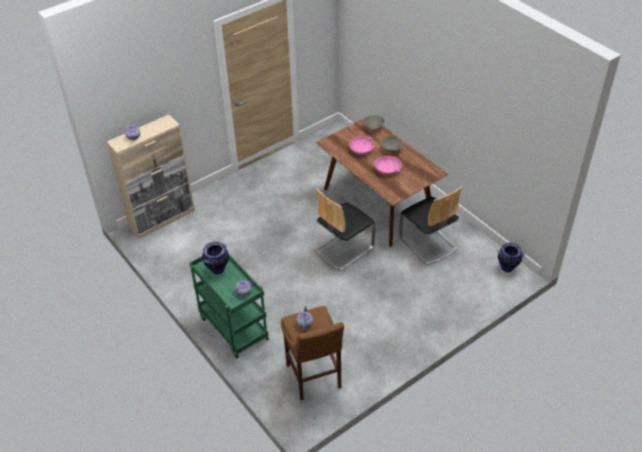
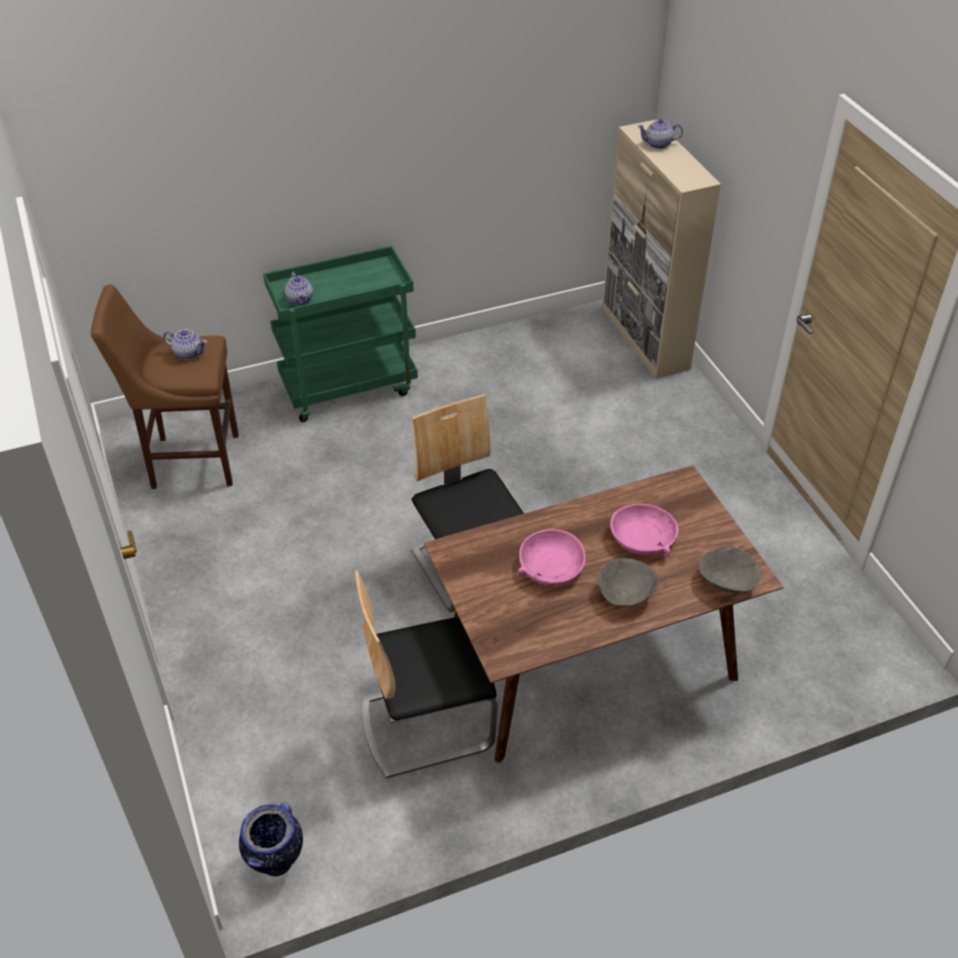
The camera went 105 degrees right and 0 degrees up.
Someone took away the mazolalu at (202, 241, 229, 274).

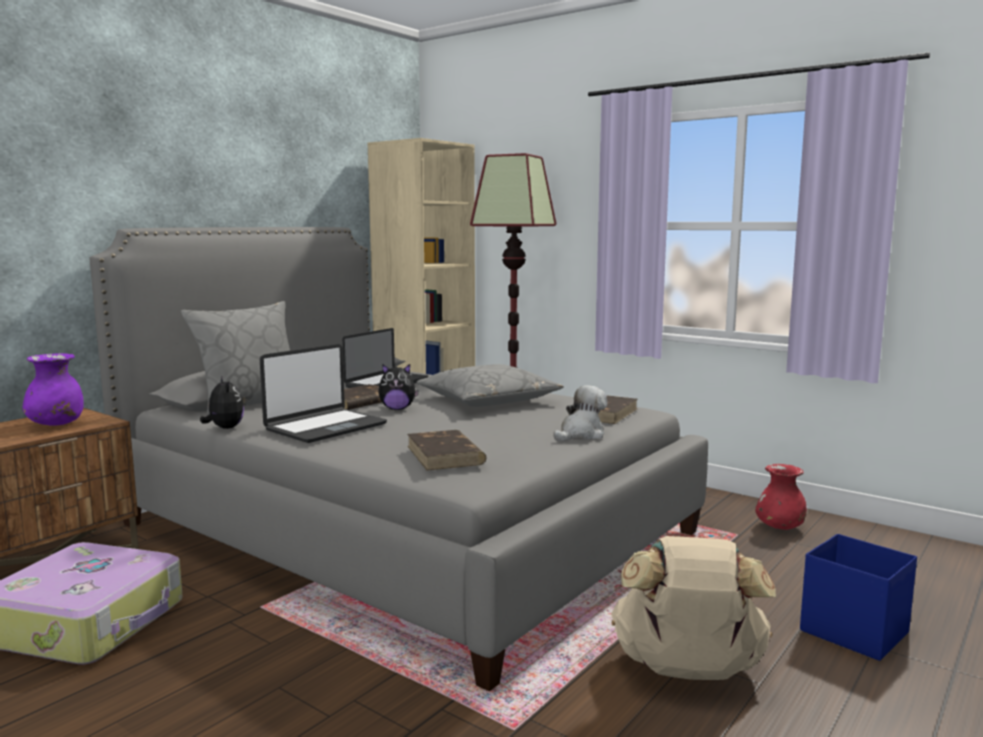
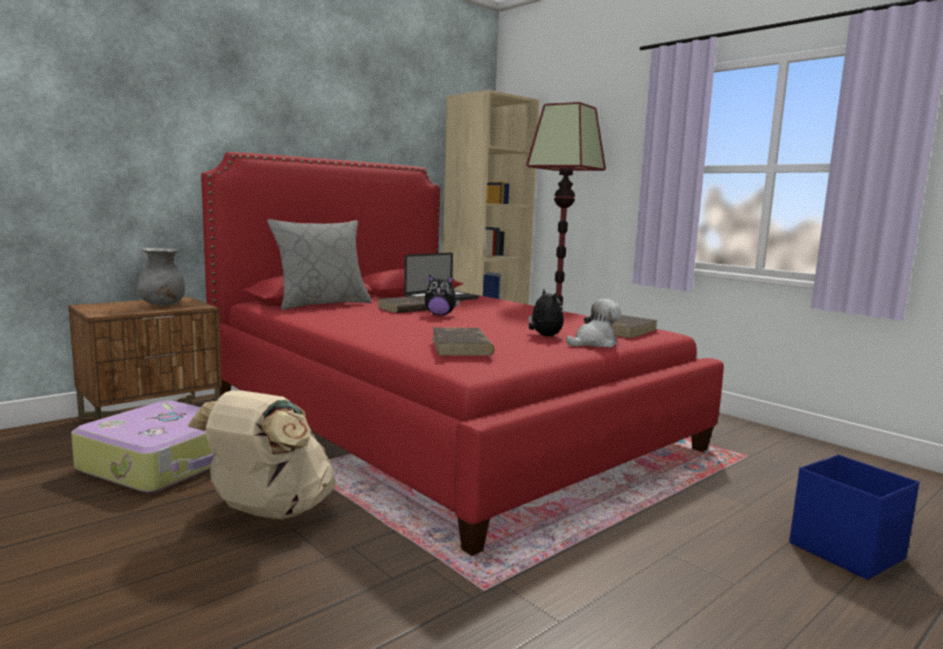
The camera went 10 degrees right and 0 degrees up.
Someone repainted the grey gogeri at (90, 227, 708, 692), which became the red gogeri at (201, 152, 724, 556).
Someone took away the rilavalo at (260, 344, 387, 443).
Someone repainted the purple mazolalu at (23, 353, 84, 426), which became the grey mazolalu at (137, 248, 185, 306).
Someone took away the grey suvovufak at (417, 364, 564, 407).
Someone carried the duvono from (200, 377, 244, 429) to (528, 289, 564, 336).
Someone took away the red mazolalu at (755, 464, 807, 530).
Someone carried the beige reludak from (611, 536, 776, 680) to (187, 390, 336, 519).

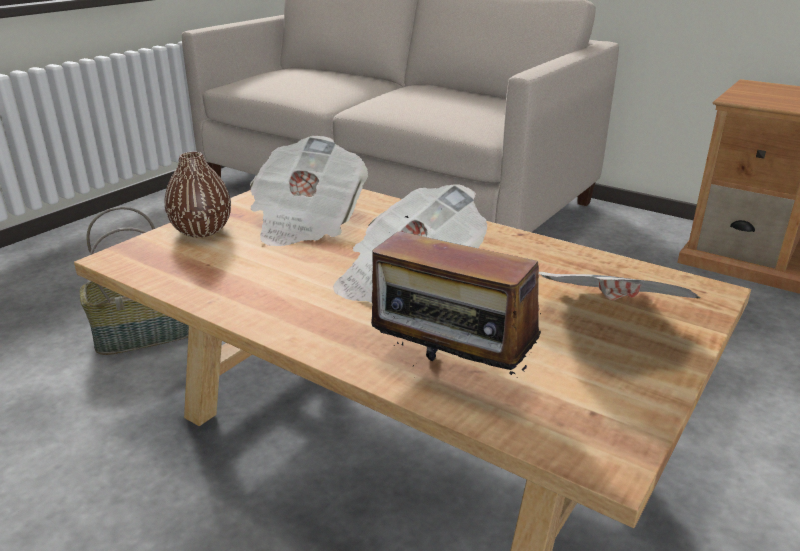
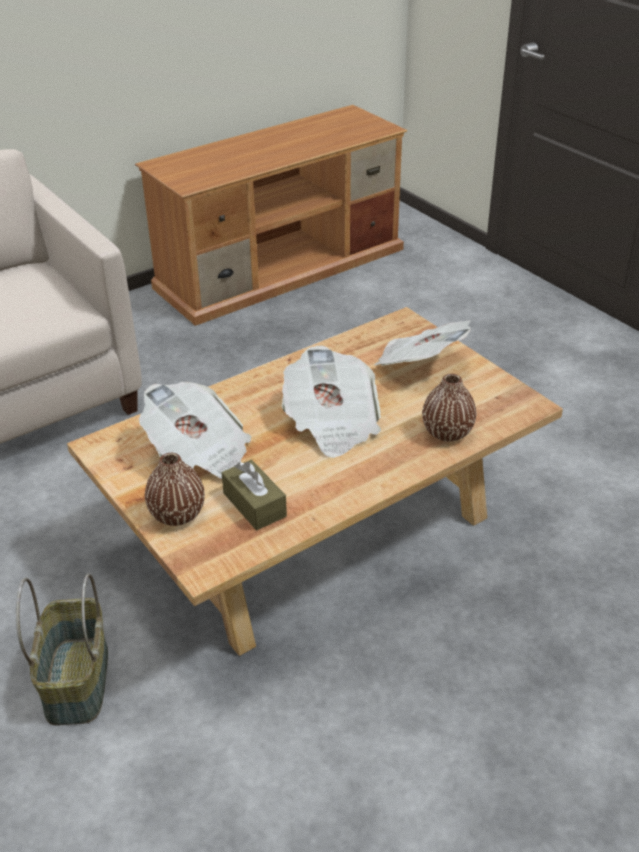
The camera went 70 degrees left and 10 degrees up.
Someone swapped the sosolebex at (371, 208, 541, 375) for the brown mazolalu at (422, 374, 476, 442).
Someone put down the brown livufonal at (222, 460, 287, 530).

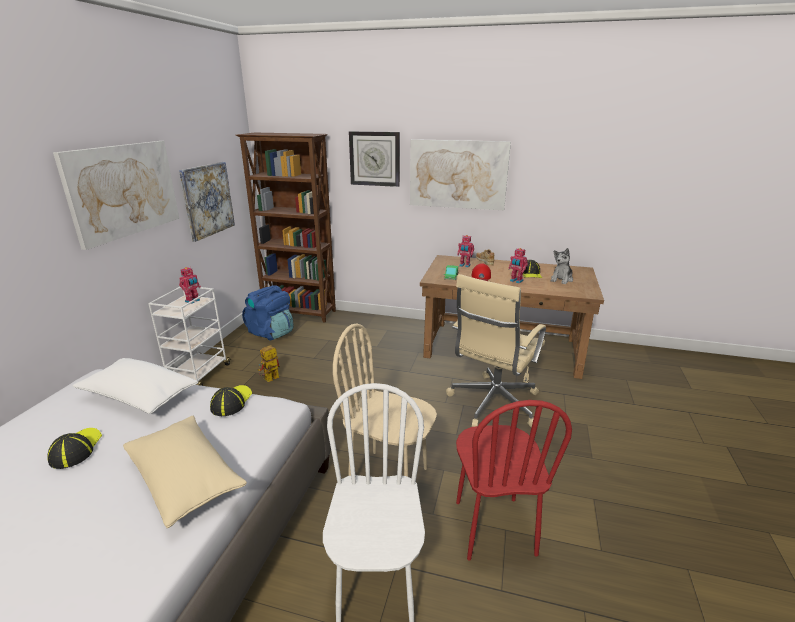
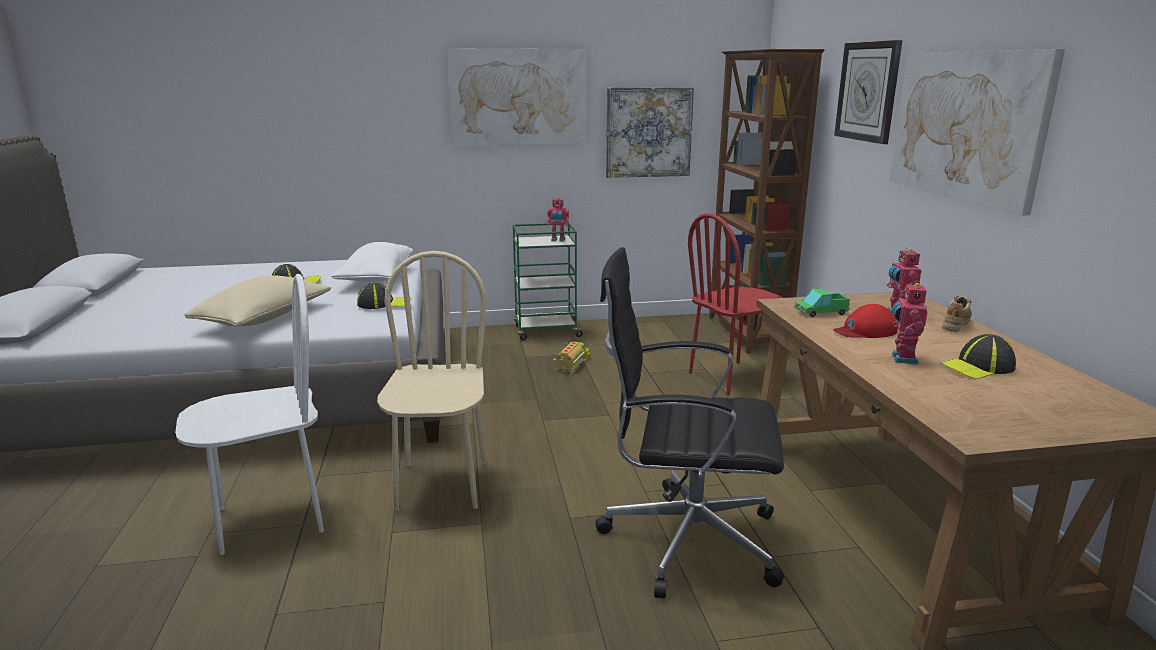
The camera went 65 degrees right and 5 degrees down.
Someone took away the duvono at (551, 248, 573, 284).
Someone repainted the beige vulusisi at (446, 274, 546, 427), which became the black vulusisi at (595, 247, 784, 598).
Someone took away the blue reludak at (242, 285, 294, 340).
Someone repainted the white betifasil at (148, 287, 231, 386), which became the green betifasil at (513, 223, 586, 340).
Someone swapped the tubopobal at (258, 345, 280, 382) for the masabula at (553, 341, 591, 374).
Someone carried the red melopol from (456, 400, 572, 561) to (688, 213, 784, 396).

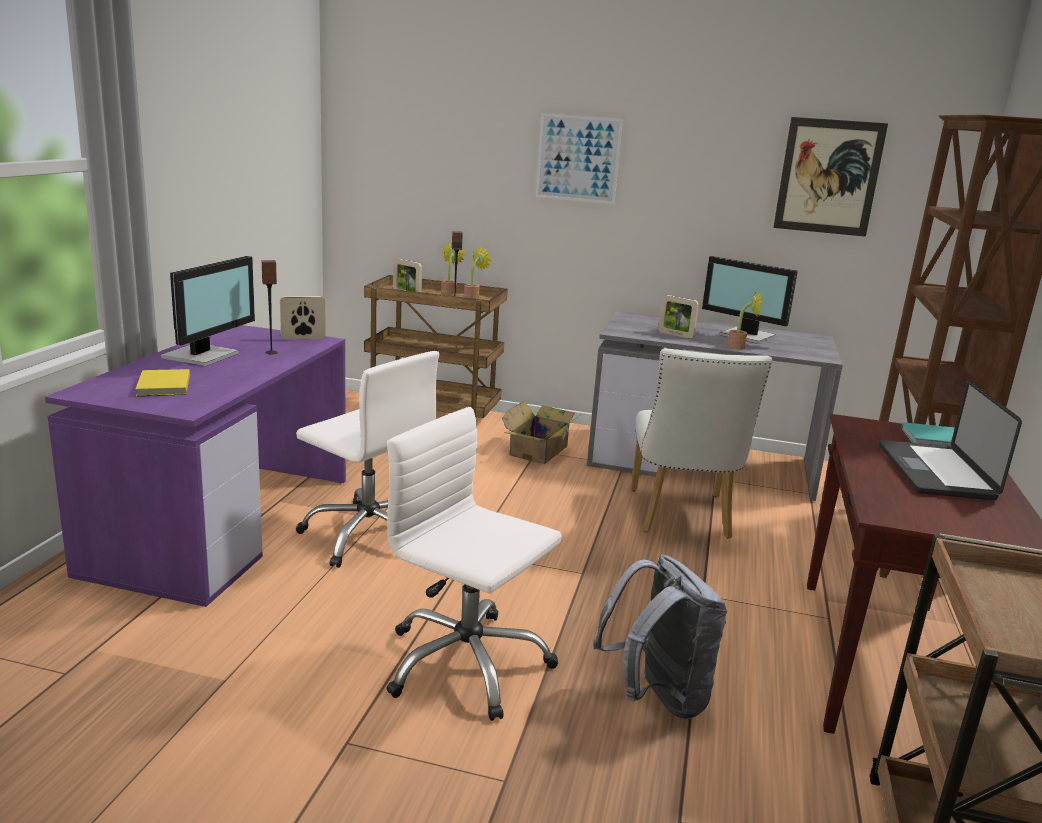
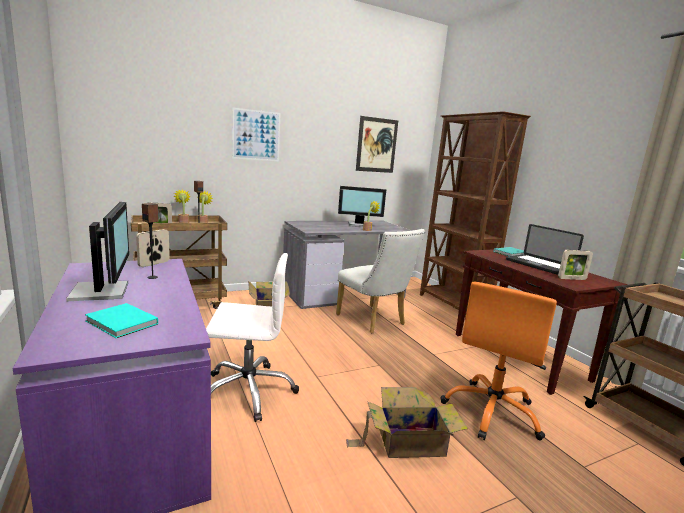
The camera went 40 degrees left and 5 degrees down.
Someone carried the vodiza from (658, 295, 699, 339) to (558, 250, 593, 280).
Someone repainted the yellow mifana at (136, 369, 190, 396), which became the turquoise mifana at (85, 303, 158, 338).
Someone swapped the white vulusisi at (386, 407, 562, 721) for the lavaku at (346, 387, 468, 458).
Someone swapped the grey reludak at (593, 555, 727, 719) for the orange vulusisi at (441, 282, 557, 440).

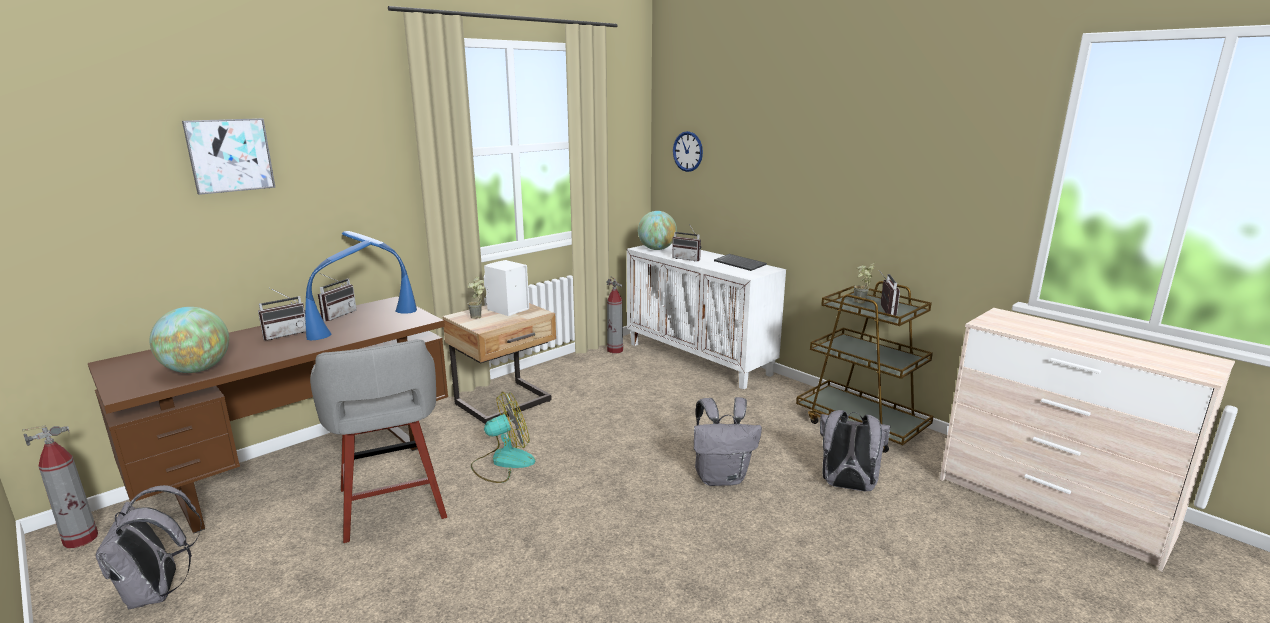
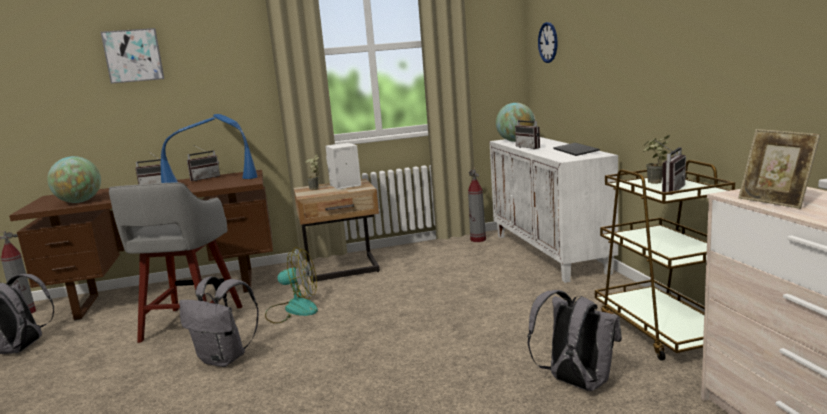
The camera went 30 degrees right and 5 degrees down.
Someone carried the grey reludak from (694, 397, 762, 486) to (179, 277, 259, 367).
Someone put down the vodiza at (738, 129, 821, 209).

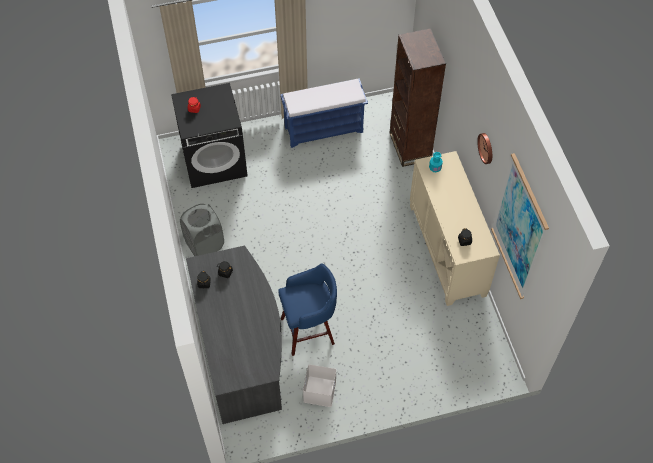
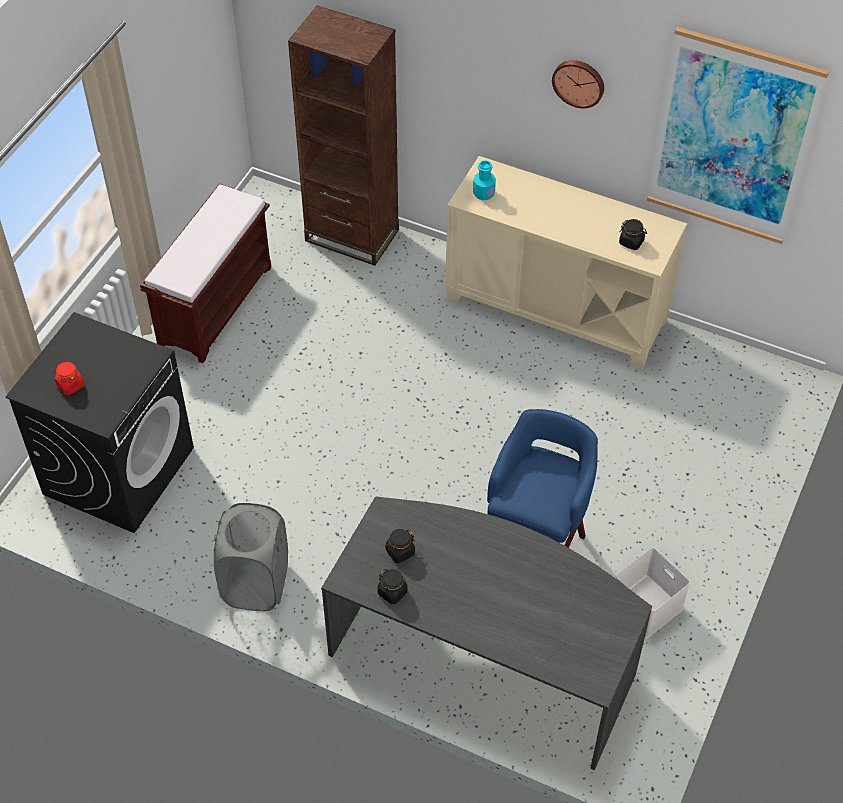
The camera went 50 degrees left and 5 degrees down.
Someone repainted the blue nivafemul at (280, 78, 368, 148), which became the brown nivafemul at (140, 183, 271, 364).

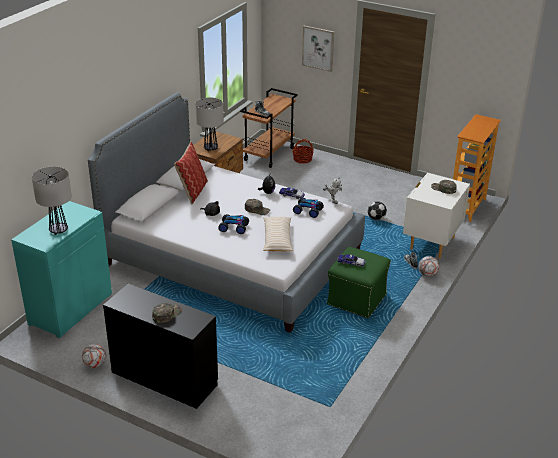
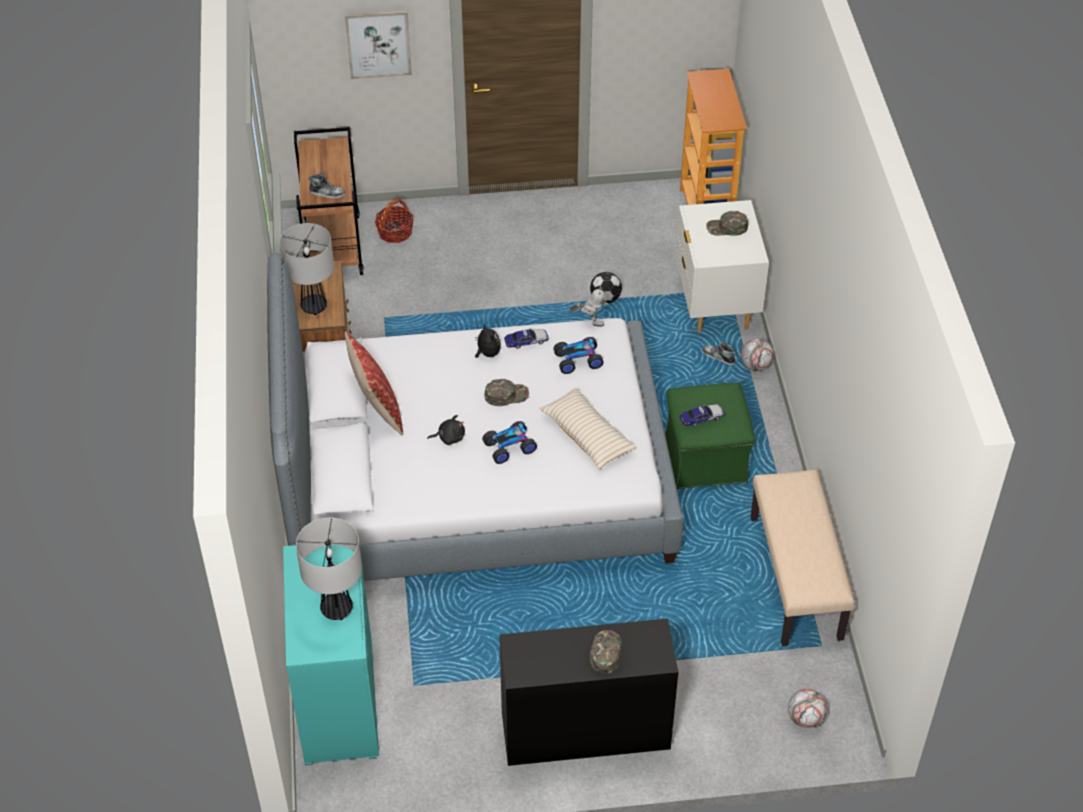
The camera went 35 degrees left and 15 degrees up.
Someone carried the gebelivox from (82, 344, 106, 368) to (788, 689, 827, 728).
Someone put down the beige nivafemul at (751, 469, 855, 646).

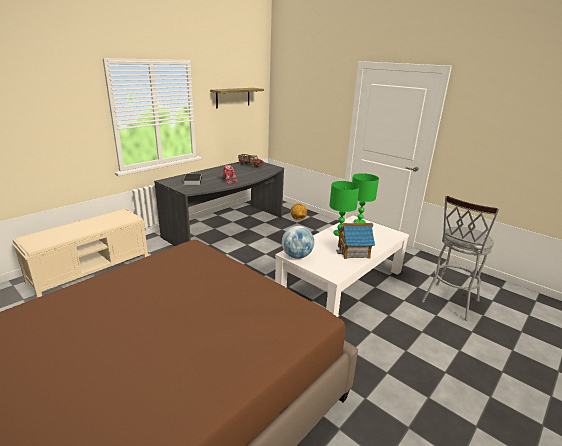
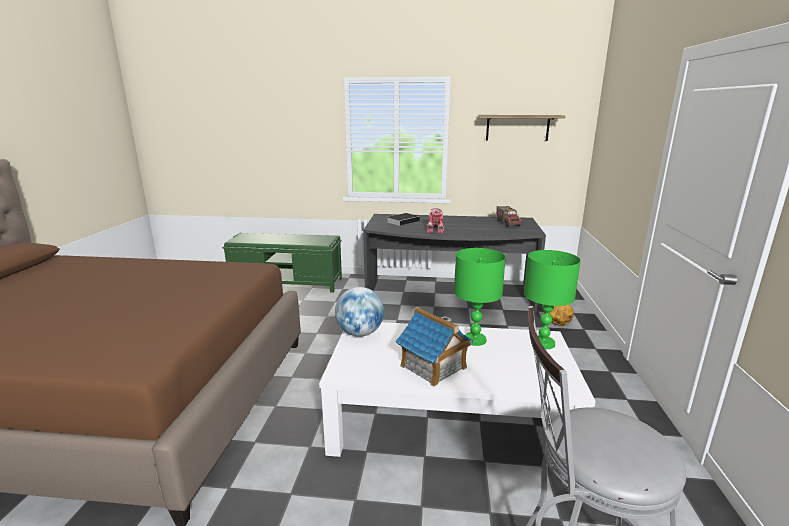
The camera went 55 degrees right and 5 degrees down.
Someone repainted the beige nivafemul at (12, 208, 148, 298), which became the green nivafemul at (222, 233, 342, 293).

